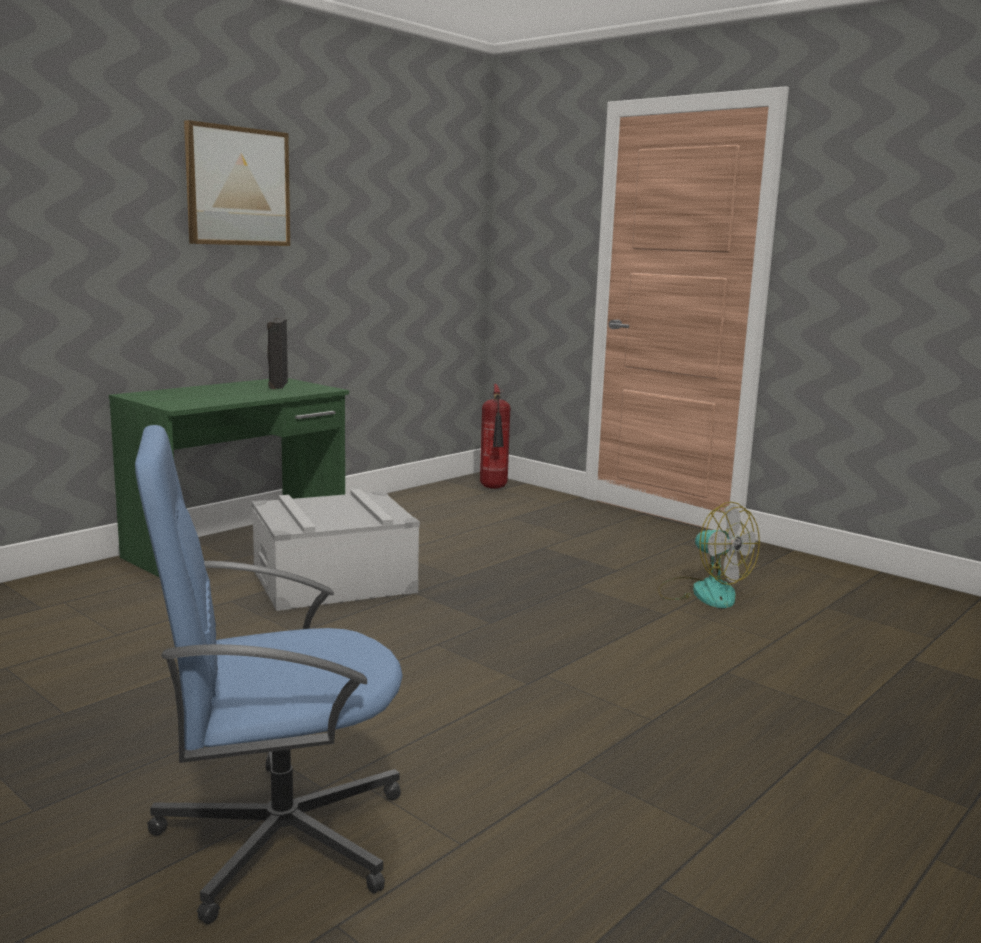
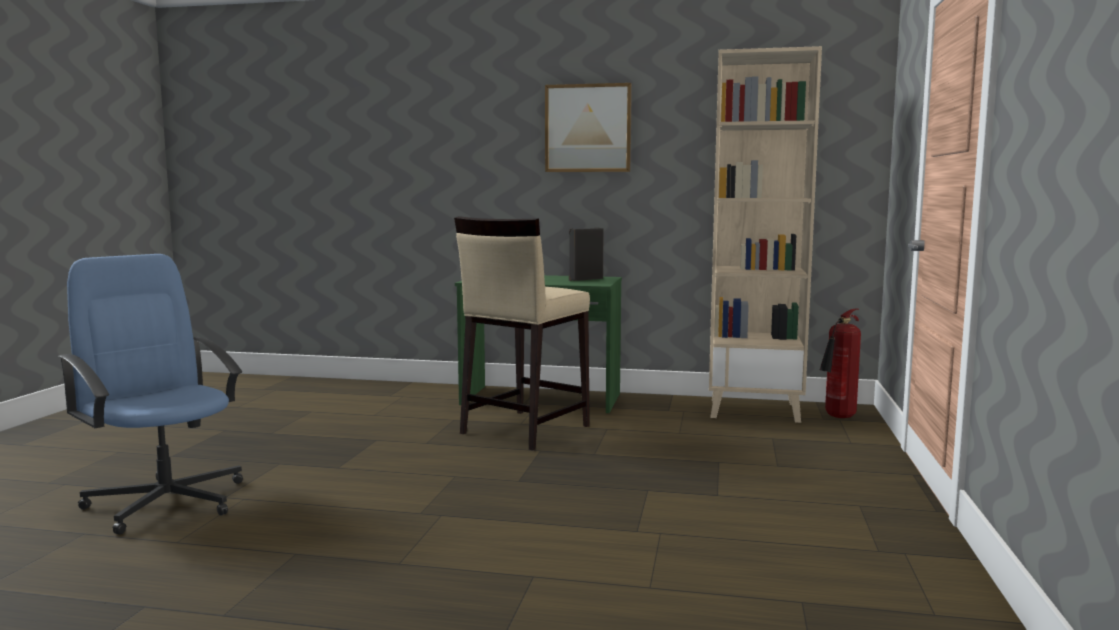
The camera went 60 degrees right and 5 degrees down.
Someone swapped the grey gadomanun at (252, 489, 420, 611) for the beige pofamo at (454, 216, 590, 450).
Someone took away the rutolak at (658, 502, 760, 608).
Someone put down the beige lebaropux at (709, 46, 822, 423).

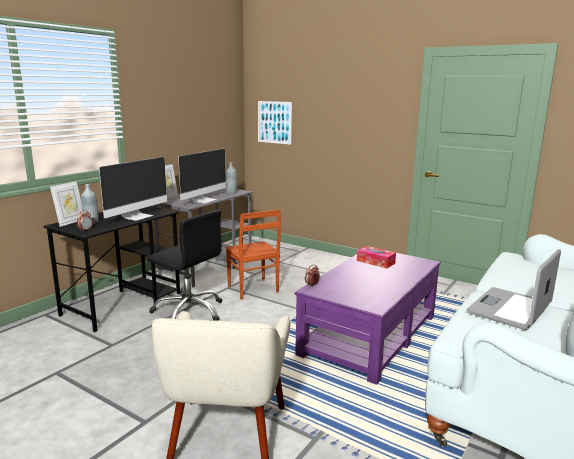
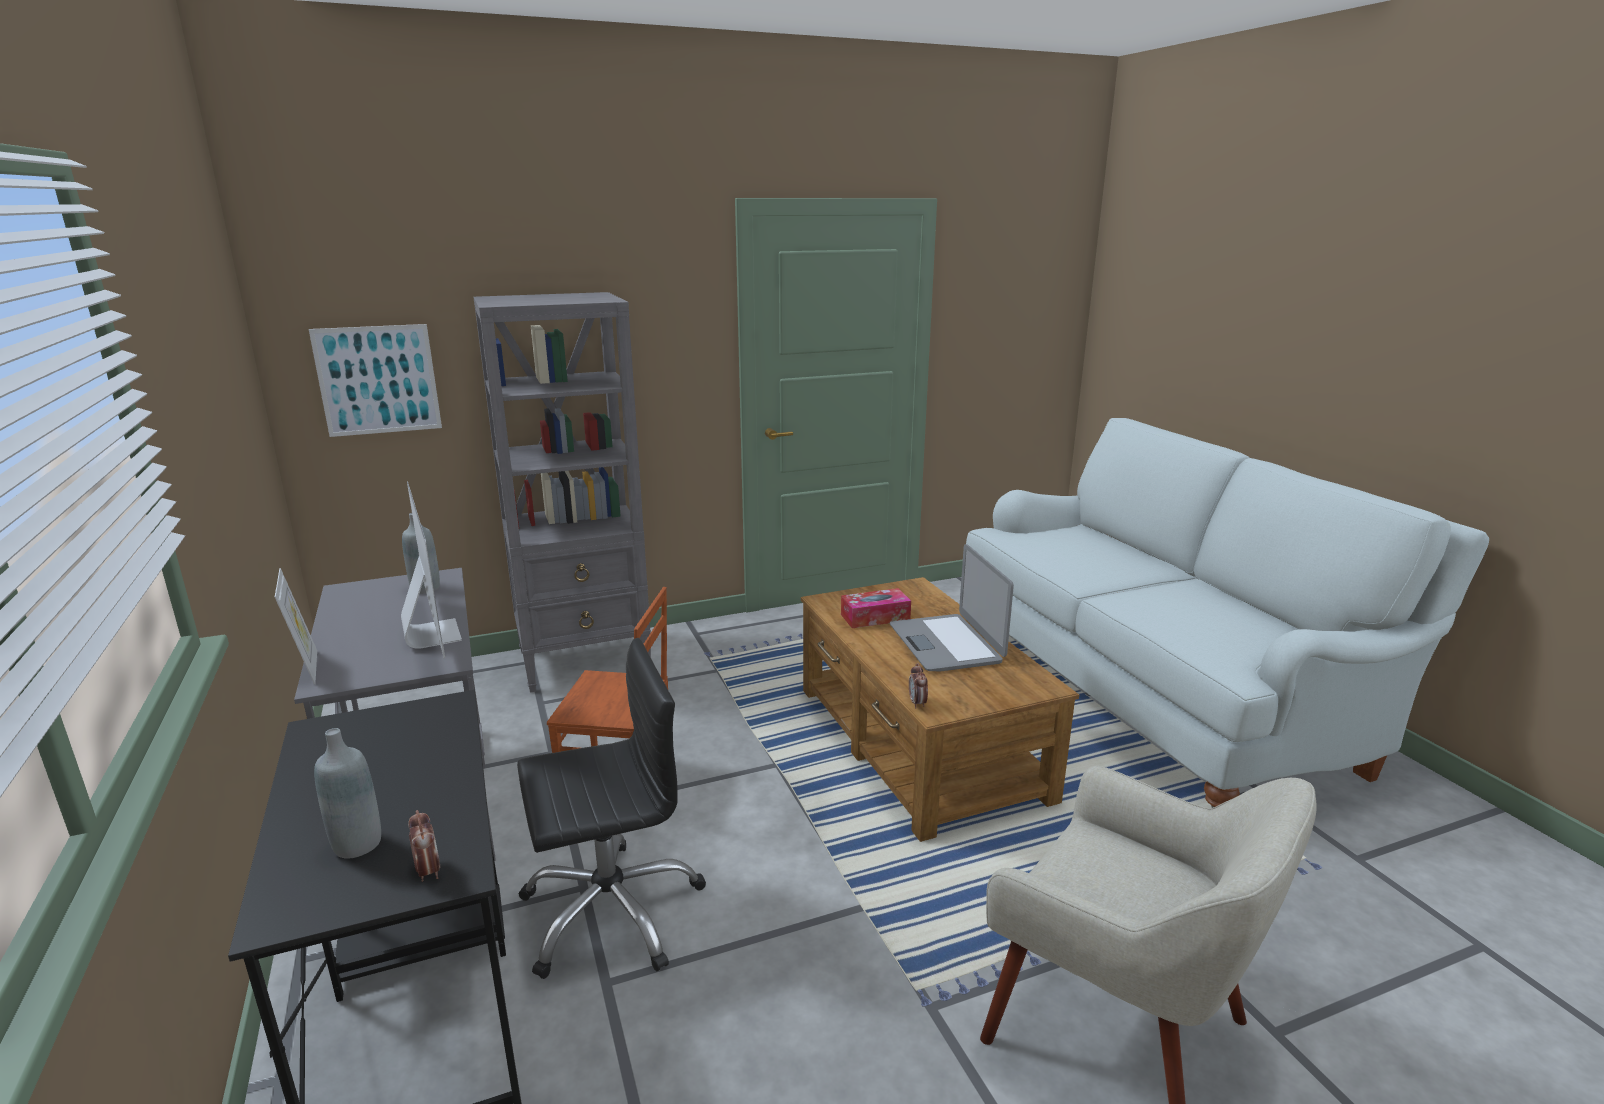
The camera went 55 degrees left and 5 degrees up.
Someone took away the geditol at (99, 157, 167, 221).
Someone took away the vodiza at (50, 181, 82, 227).
Someone carried the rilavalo from (467, 249, 561, 330) to (890, 544, 1014, 671).
Someone repainted the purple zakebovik at (295, 253, 441, 385), which became the brown zakebovik at (801, 577, 1079, 842).
Someone put down the grey lebaropux at (473, 292, 651, 693).

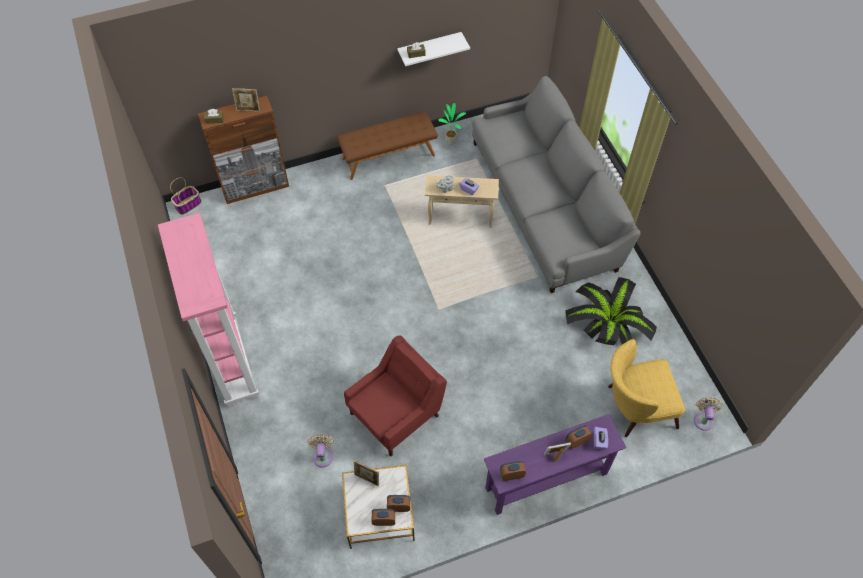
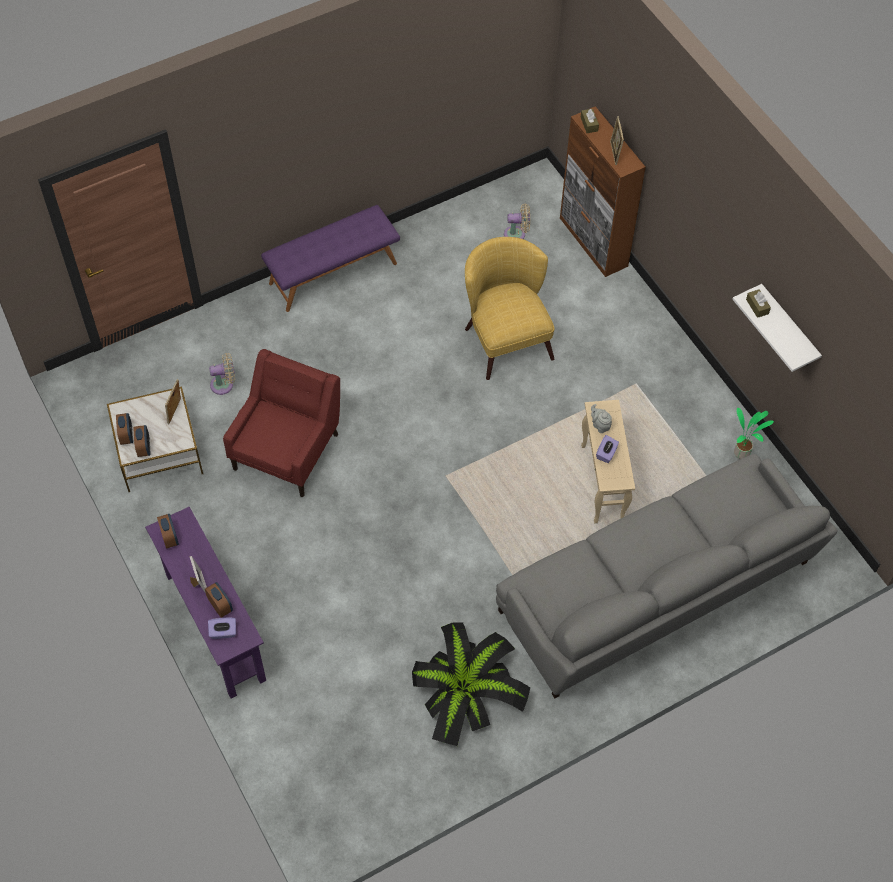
The camera went 80 degrees right and 0 degrees up.
Someone took away the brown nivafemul at (337, 111, 438, 180).
Someone took away the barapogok at (170, 177, 202, 215).
Someone swapped the pink lebaropux at (158, 213, 259, 408) for the purple nivafemul at (261, 205, 400, 312).
Someone rotated the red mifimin at (344, 335, 447, 456) by 105 degrees counterclockwise.
Someone carried the yellow mifimin from (608, 339, 685, 437) to (465, 237, 554, 380).
Someone carried the beige rutolak from (694, 397, 723, 431) to (504, 204, 530, 239).

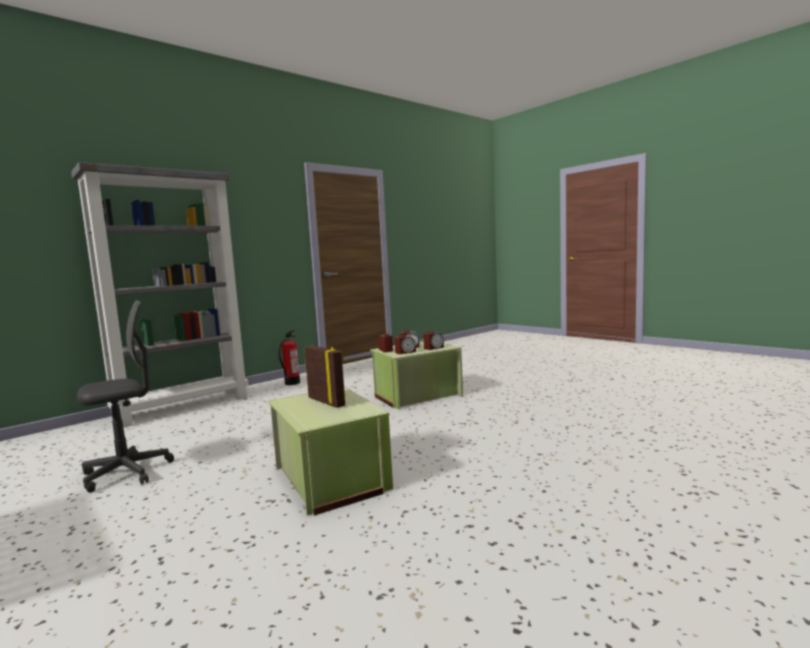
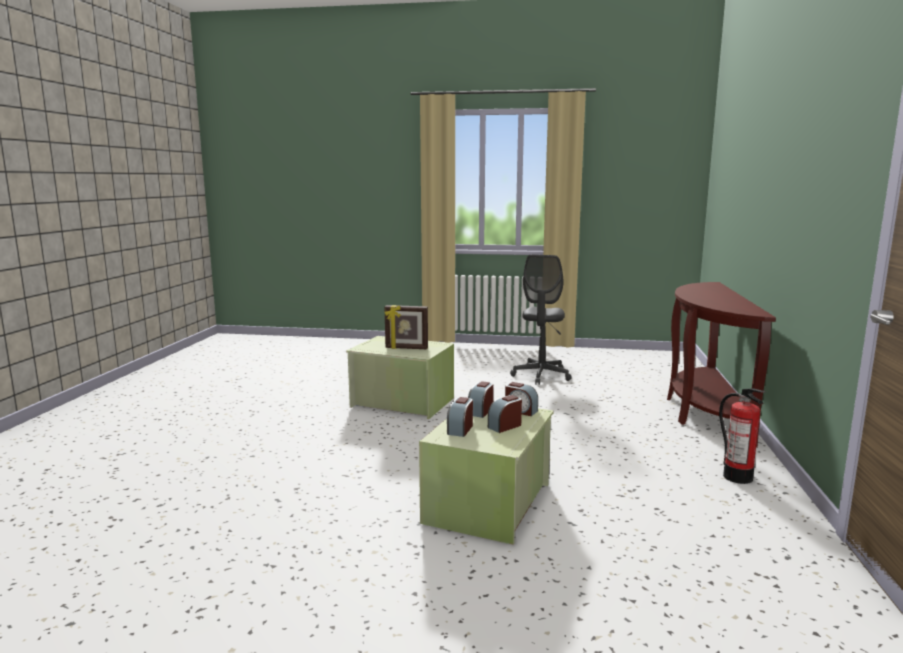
The camera went 140 degrees right and 5 degrees up.
Someone swapped the grey lebaropux at (71, 162, 249, 428) for the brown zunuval at (667, 282, 776, 448).

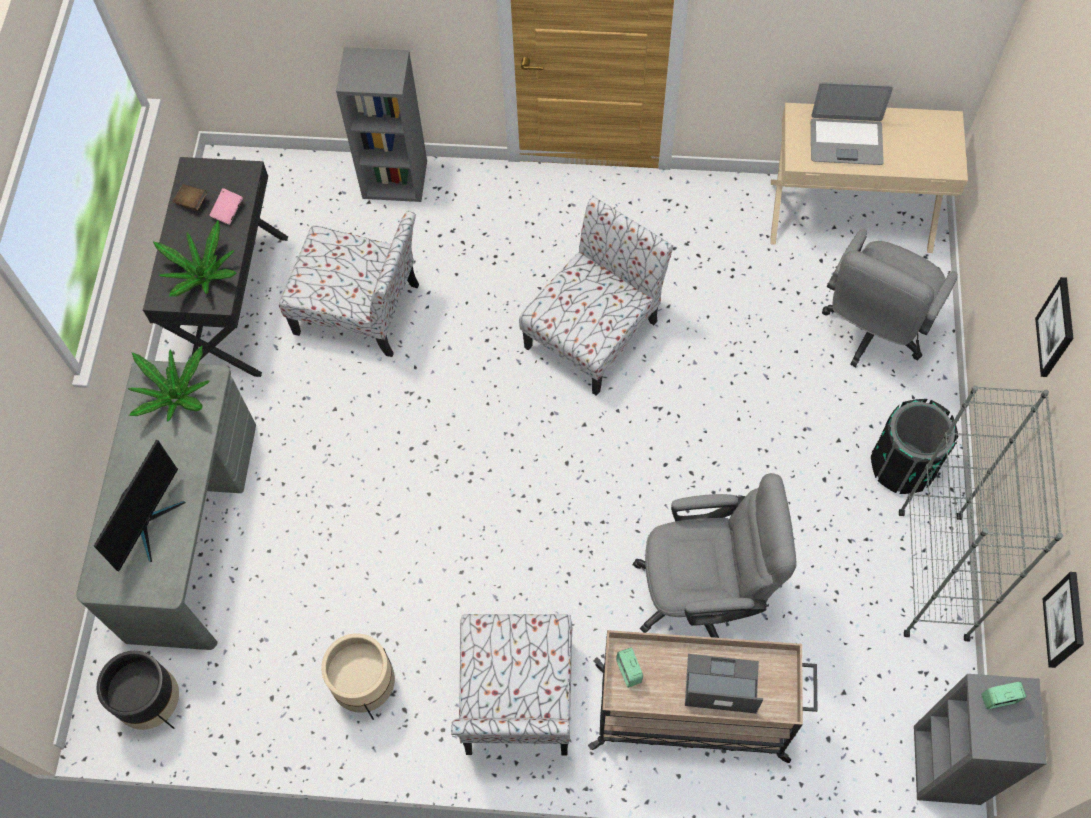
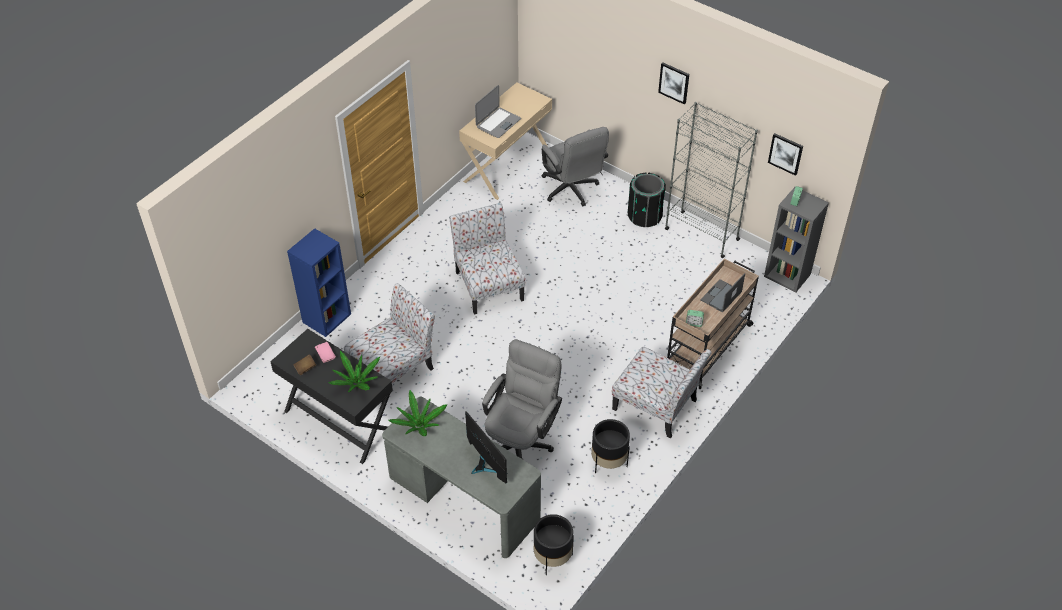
The camera went 60 degrees left and 15 degrees down.
Someone repainted the grey lebaropux at (336, 47, 427, 202), which became the blue lebaropux at (287, 228, 351, 337).
Someone carried the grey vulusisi from (632, 473, 797, 638) to (482, 339, 562, 459).
Someone repainted the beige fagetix at (321, 634, 395, 720), which became the black fagetix at (591, 419, 630, 473).

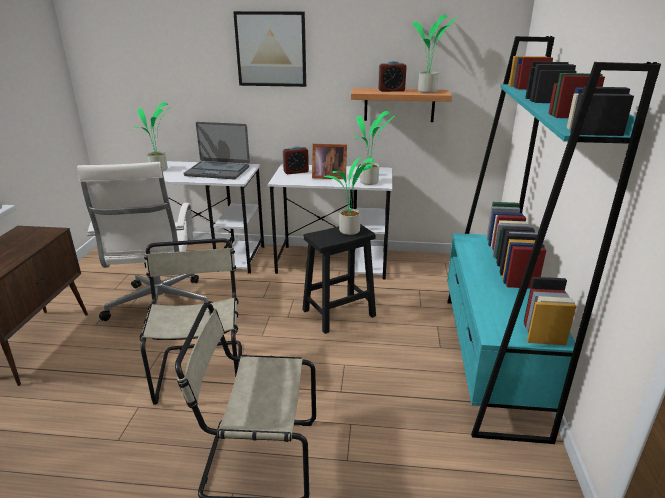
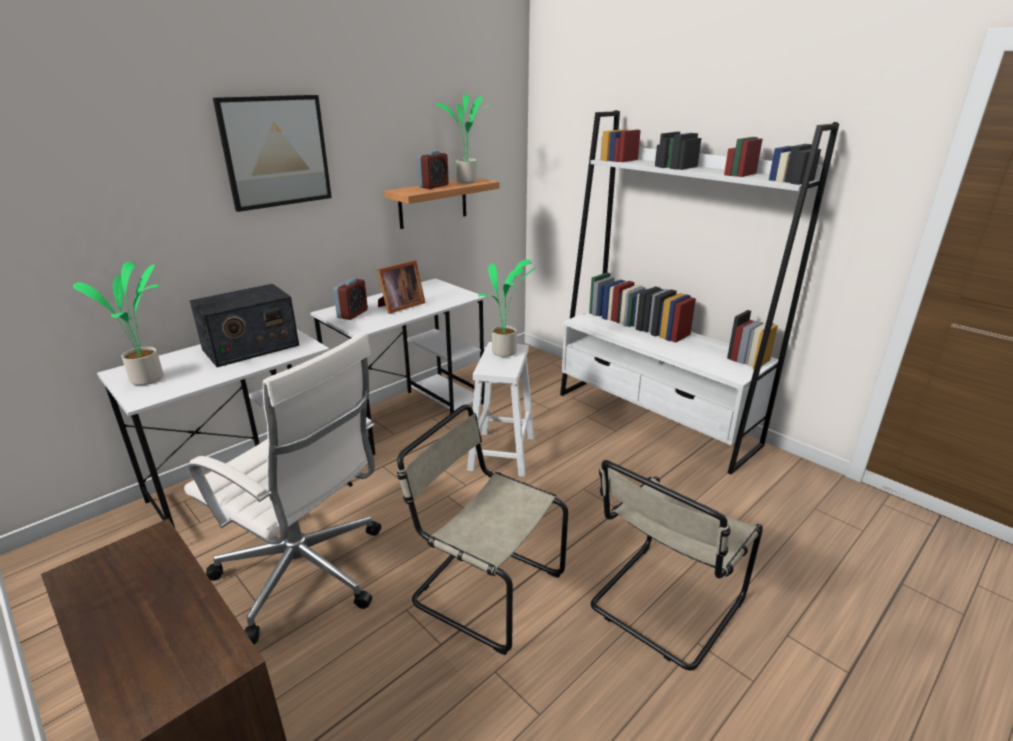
The camera went 50 degrees left and 0 degrees up.
Someone repainted the turquoise lebaropux at (447, 36, 661, 444), which became the white lebaropux at (560, 110, 839, 474).
Someone took away the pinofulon at (355, 111, 395, 185).
Someone swapped the rilavalo at (183, 122, 250, 179) for the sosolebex at (190, 284, 299, 367).
Someone repainted the black pofamo at (303, 224, 376, 334), which became the white pofamo at (467, 342, 534, 477).

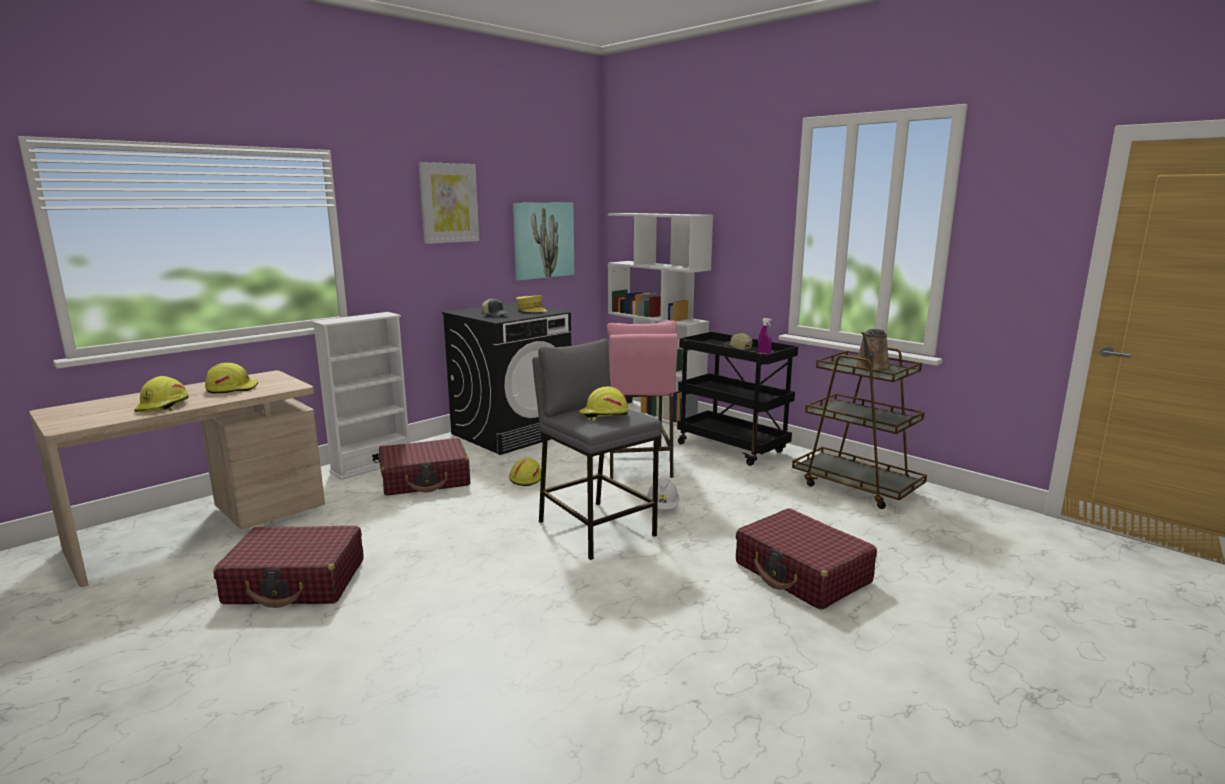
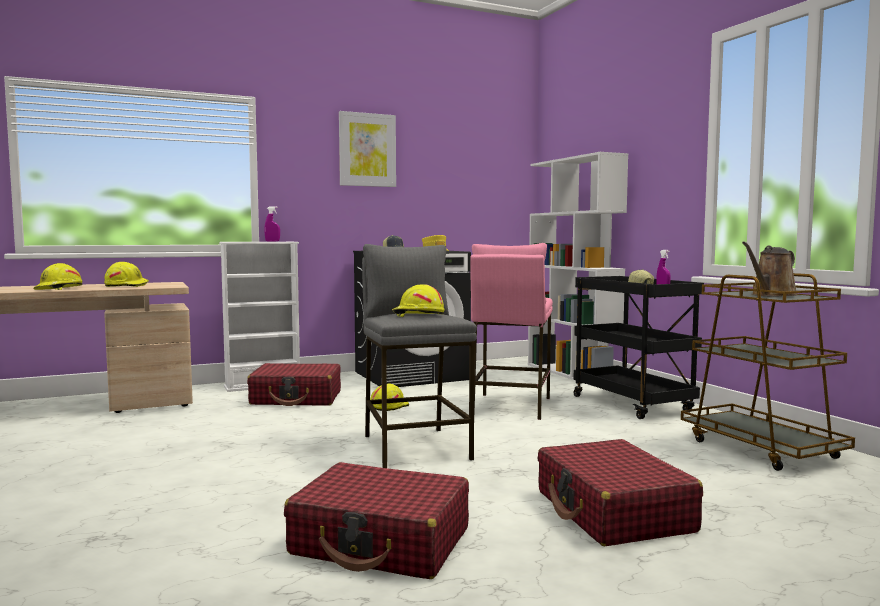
The camera went 20 degrees right and 10 degrees down.
Someone took away the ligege at (513, 202, 574, 280).
Someone took away the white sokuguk at (647, 479, 680, 510).
Someone carried the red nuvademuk from (213, 526, 364, 608) to (284, 462, 469, 579).
Someone put down the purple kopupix at (264, 206, 280, 241).

